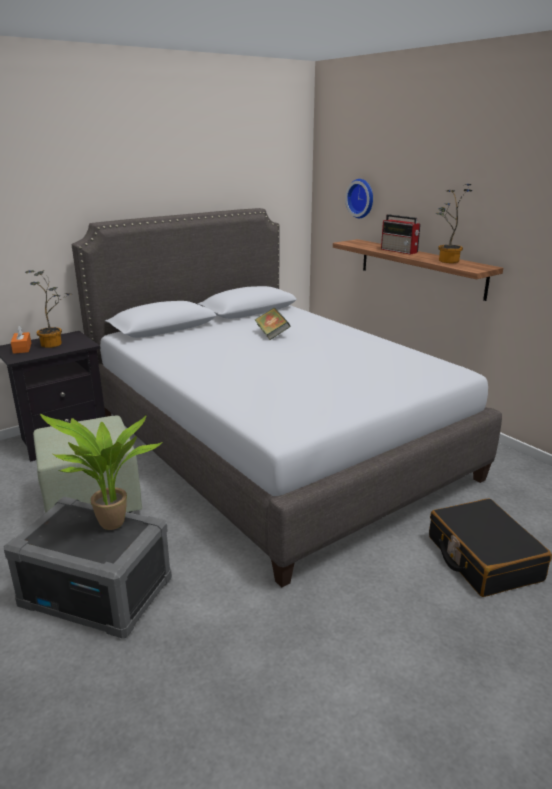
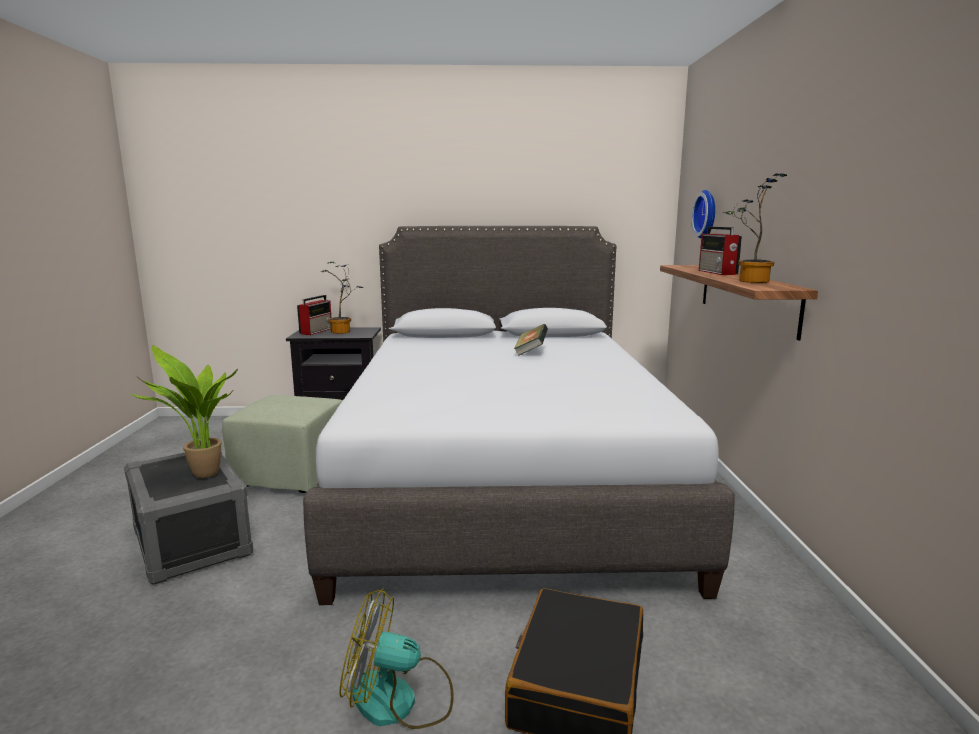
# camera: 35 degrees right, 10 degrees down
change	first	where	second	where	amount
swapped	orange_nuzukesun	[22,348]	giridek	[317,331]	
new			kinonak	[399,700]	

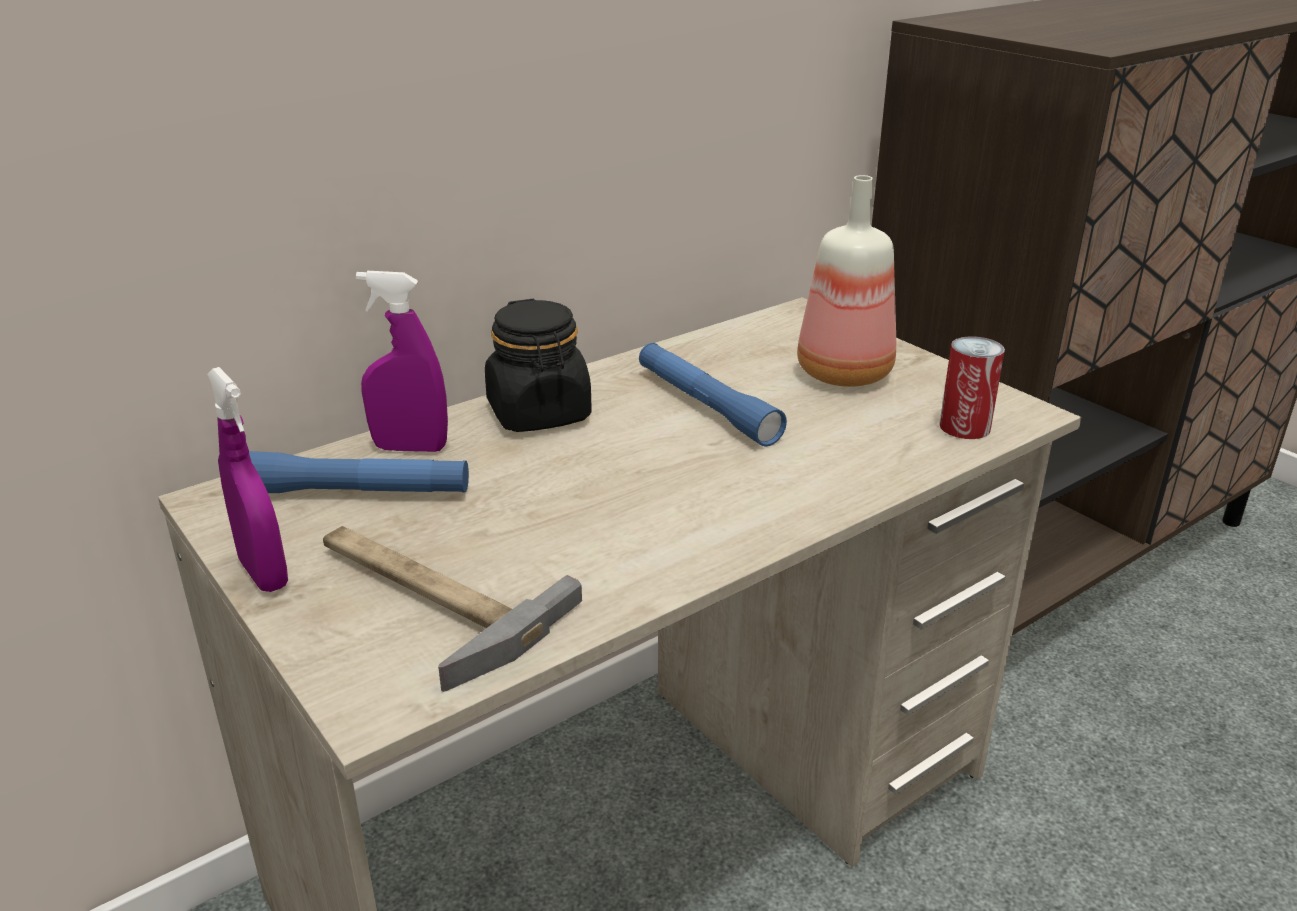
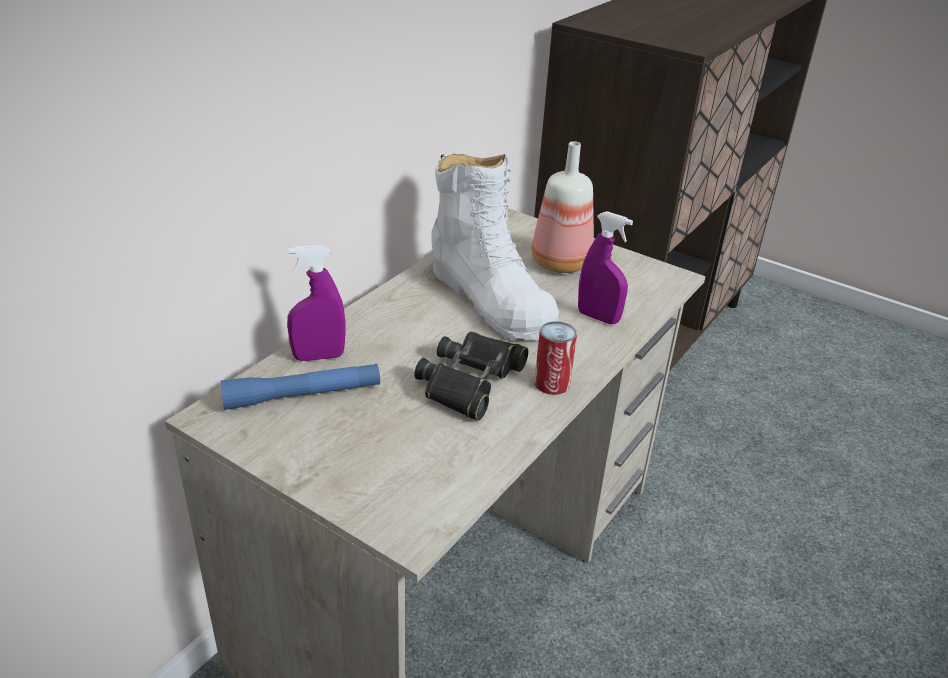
# camera: 20 degrees left, 5 degrees up
change	first	where	second	where	amount
new			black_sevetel	[470,382]	
swapped	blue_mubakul	[706,406]	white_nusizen	[490,298]	
shifted	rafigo	[964,427]		[552,383]	
shifted	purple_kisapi	[264,574]		[598,317]	
gone	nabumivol	[423,597]			
gone	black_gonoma	[539,414]			

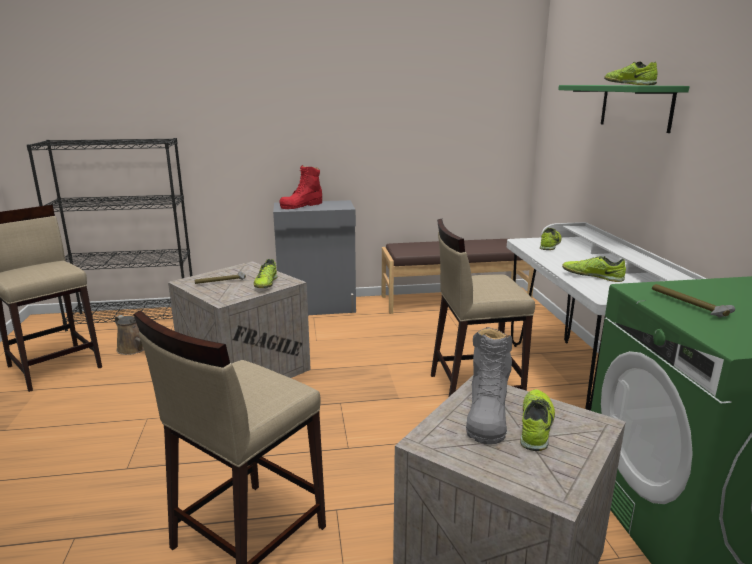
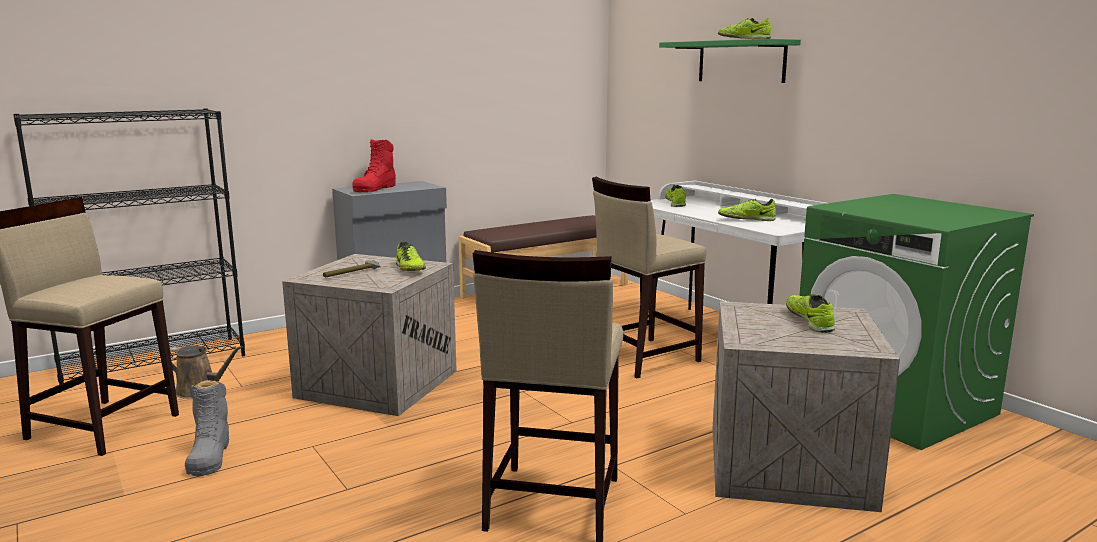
# camera: 25 degrees left, 5 degrees down
change	first	where	second	where	amount
shifted	grey_nusizen	[487,415]		[209,455]	
gone	nabumivol	[687,305]			

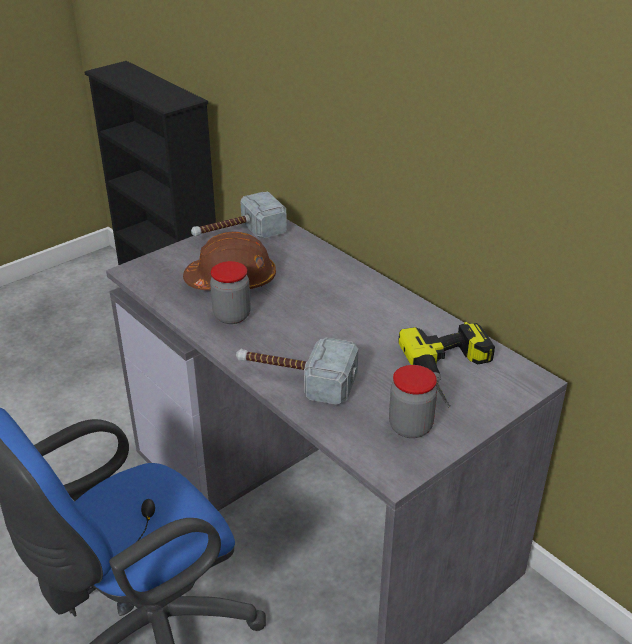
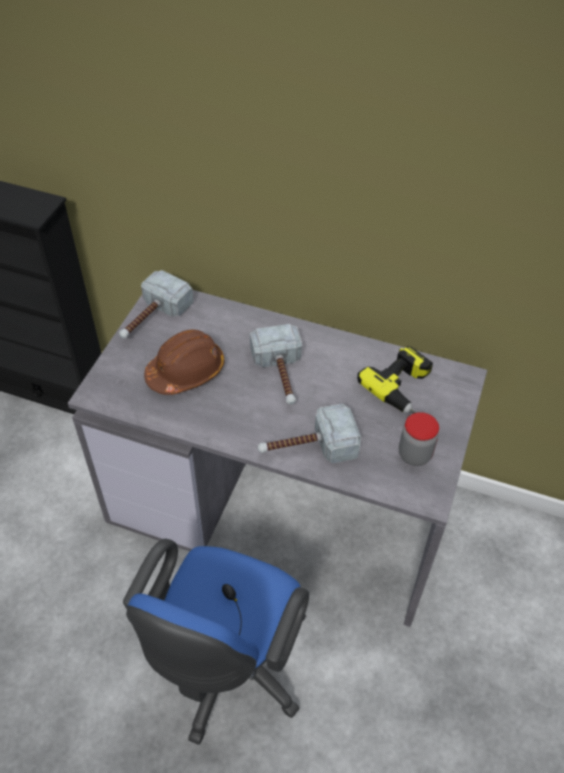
# camera: 30 degrees left, 15 degrees up
change	first	where	second	where	amount
new			nabumivol	[281,375]	
gone	gonoma	[232,316]			

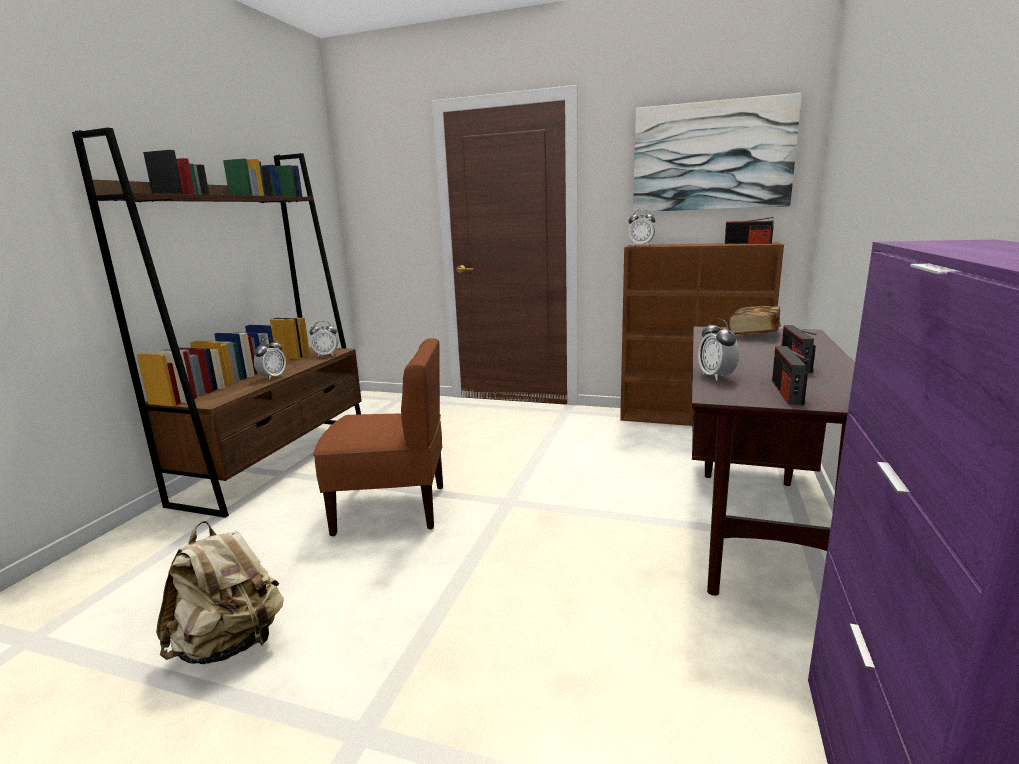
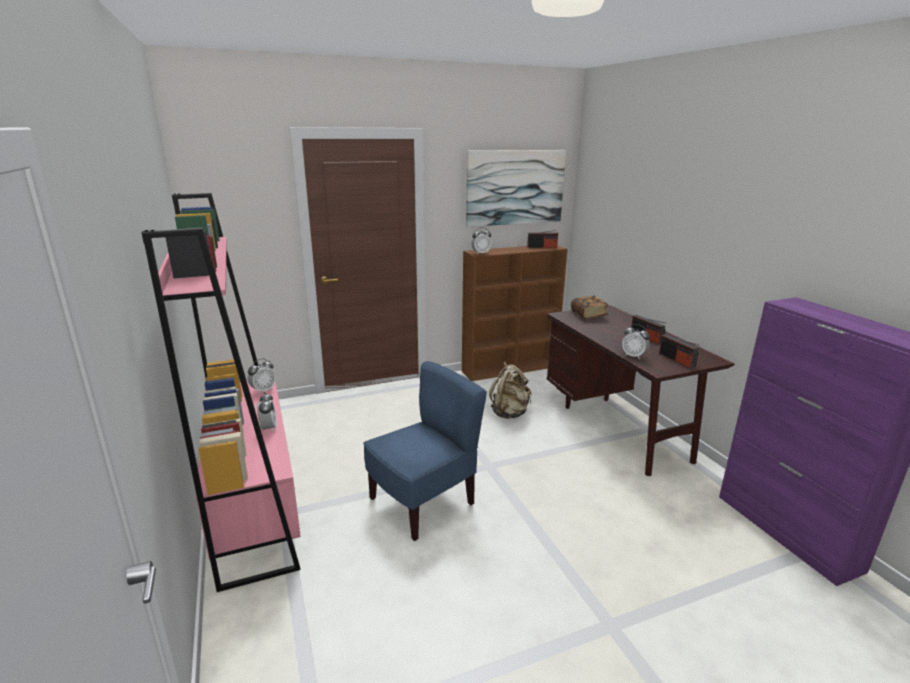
# camera: 40 degrees left, 5 degrees up
change	first	where	second	where	amount
repainted	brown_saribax	[279,460]	pink_saribax	[254,504]	
repainted	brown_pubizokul	[392,508]	blue_pubizokul	[423,502]	
shifted	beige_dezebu	[230,644]		[510,413]	

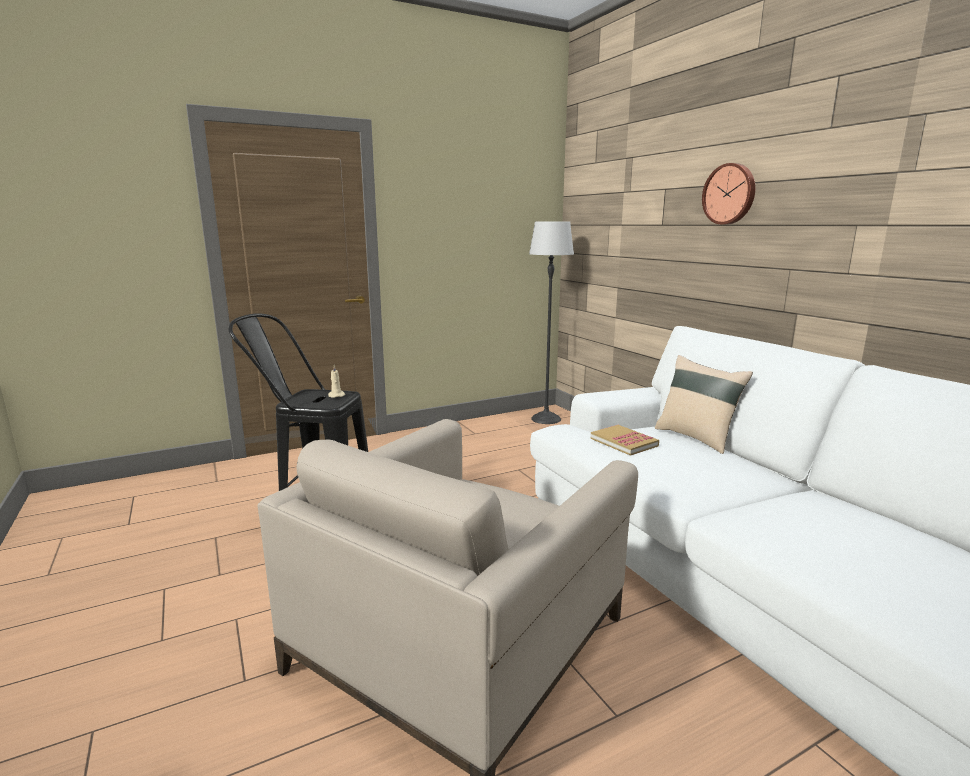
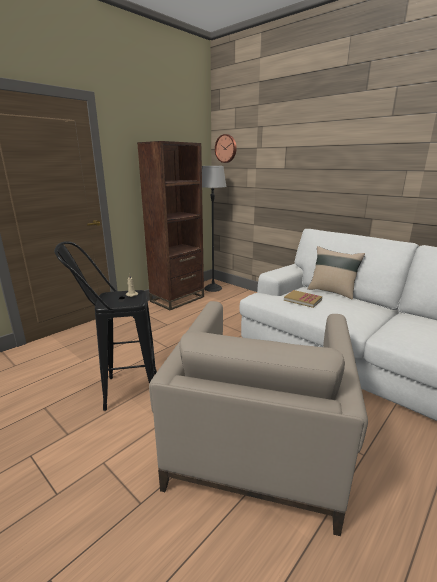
# camera: 20 degrees left, 5 degrees up
change	first	where	second	where	amount
new			brown_saribax	[177,299]	
shifted	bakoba	[730,194]		[226,148]	

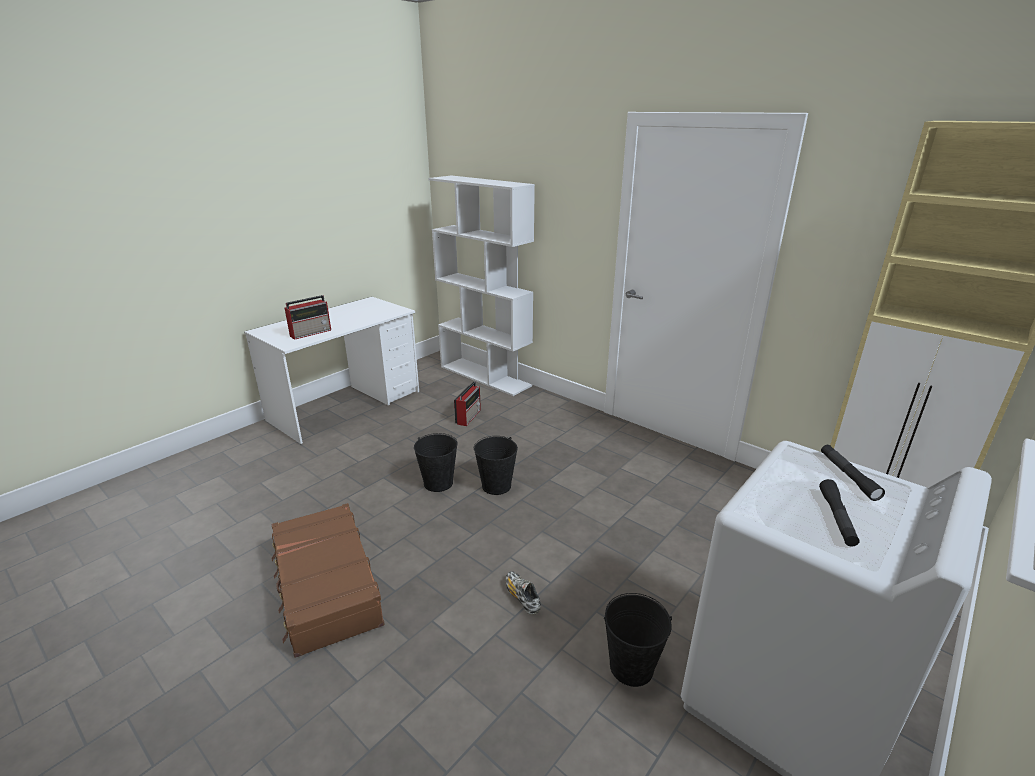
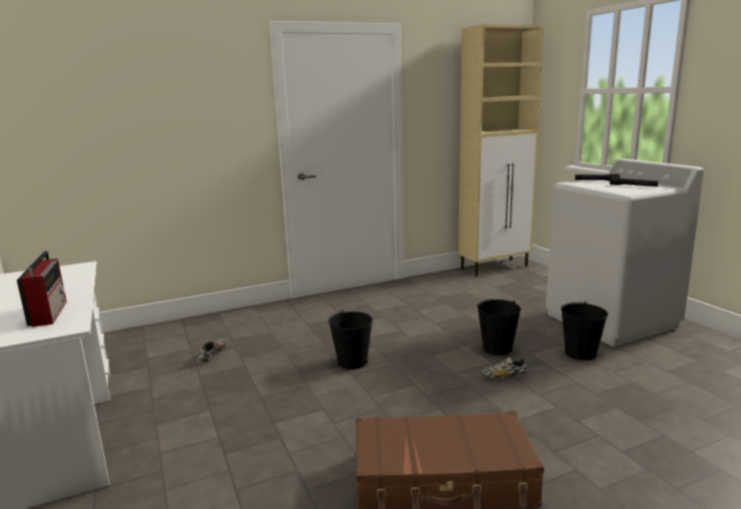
# camera: 65 degrees left, 10 degrees down
change	first	where	second	where	amount
swapped	giridek	[468,416]	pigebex	[213,355]	
shifted	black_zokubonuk	[438,483]		[497,348]	
gone	white_saribax	[485,376]			

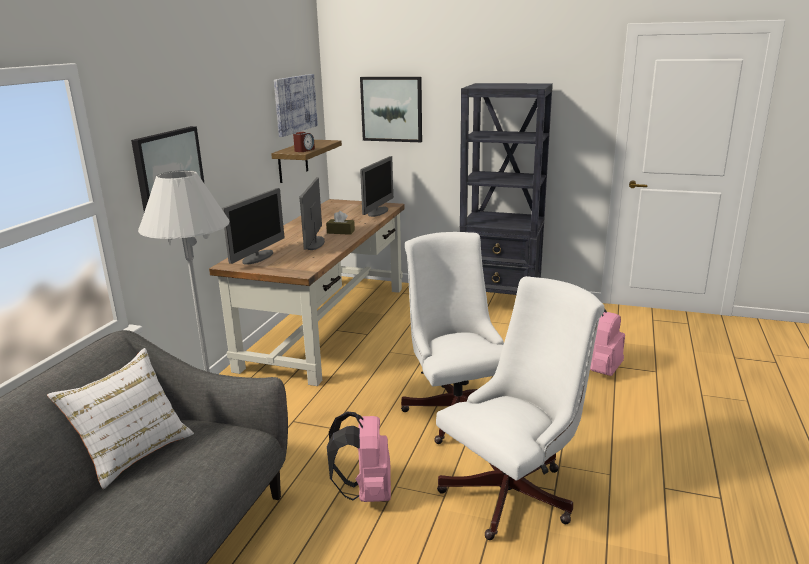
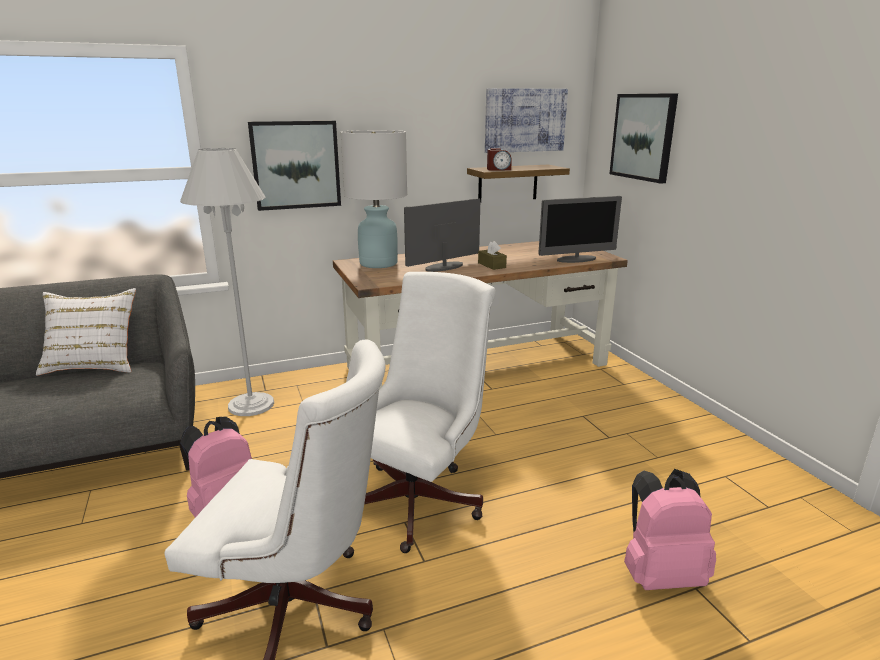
# camera: 50 degrees right, 0 degrees up
change	first	where	second	where	amount
swapped	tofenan	[258,257]	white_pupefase	[378,263]	
gone	black_saribax	[500,305]			

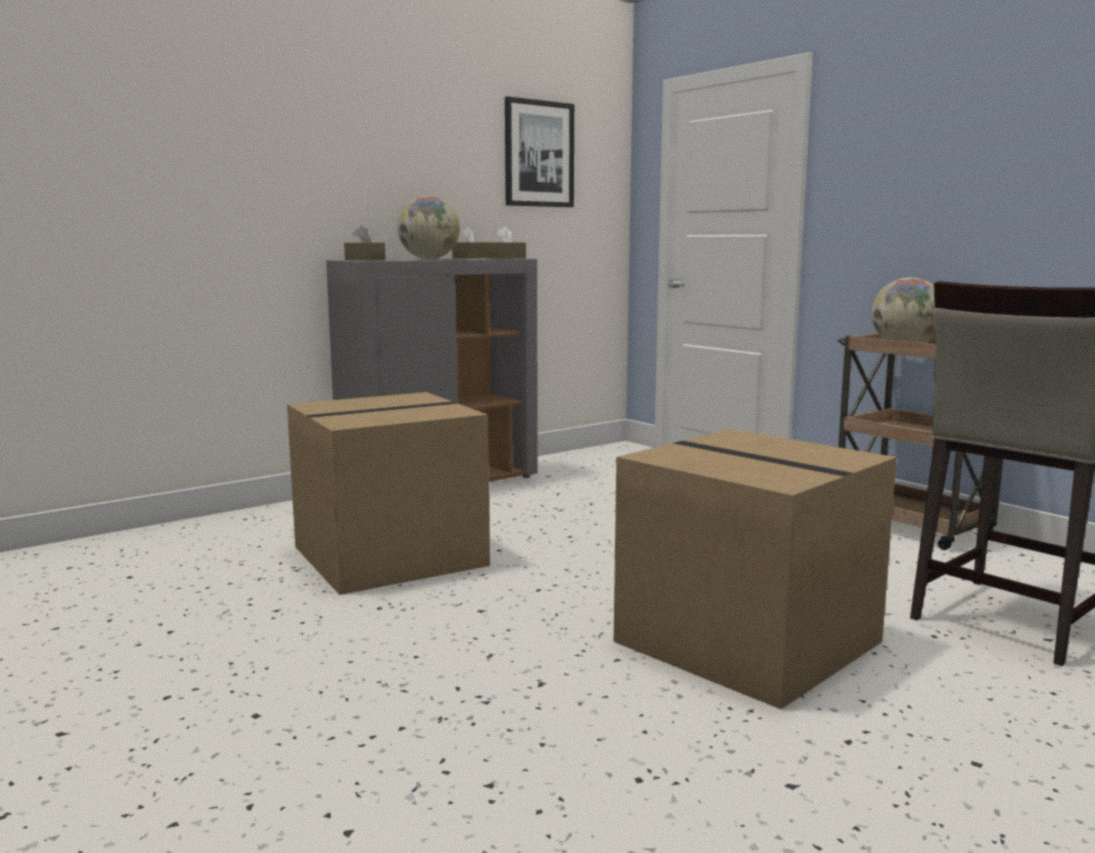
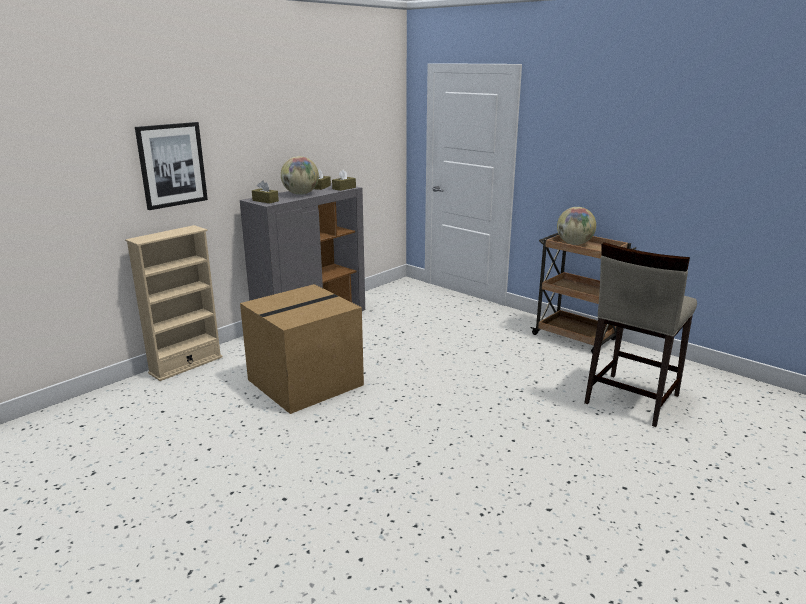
# camera: 10 degrees left, 10 degrees up
change	first	where	second	where	amount
new			beige_saribax	[186,365]	
shifted	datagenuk	[538,154]		[172,165]	
gone	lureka	[752,641]			

